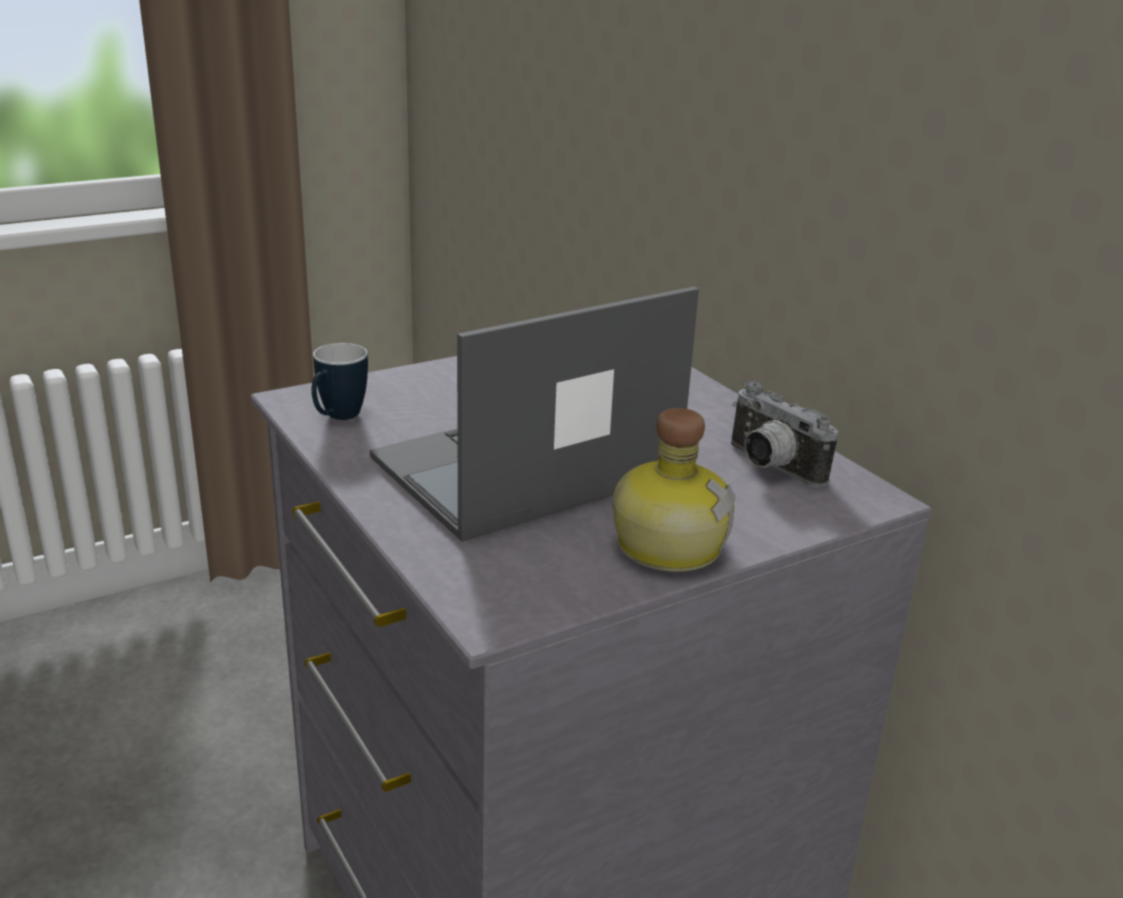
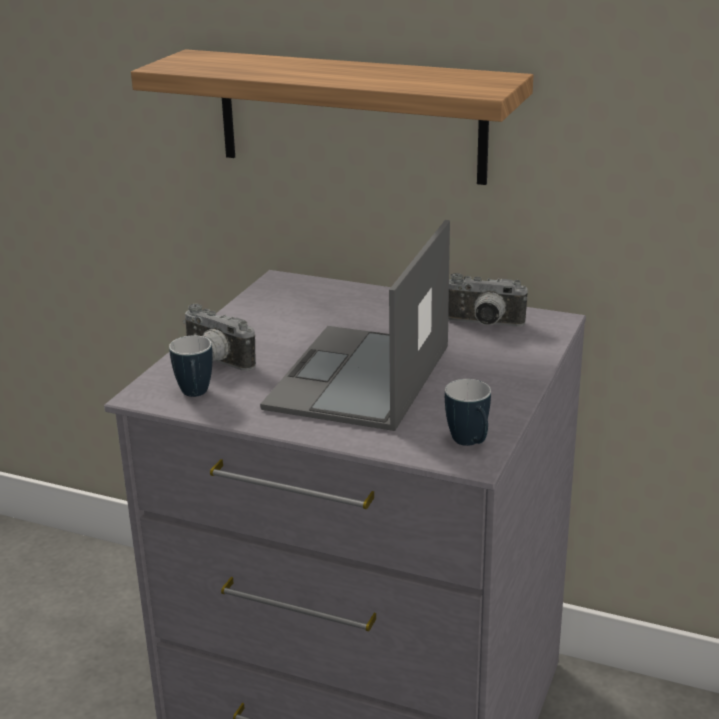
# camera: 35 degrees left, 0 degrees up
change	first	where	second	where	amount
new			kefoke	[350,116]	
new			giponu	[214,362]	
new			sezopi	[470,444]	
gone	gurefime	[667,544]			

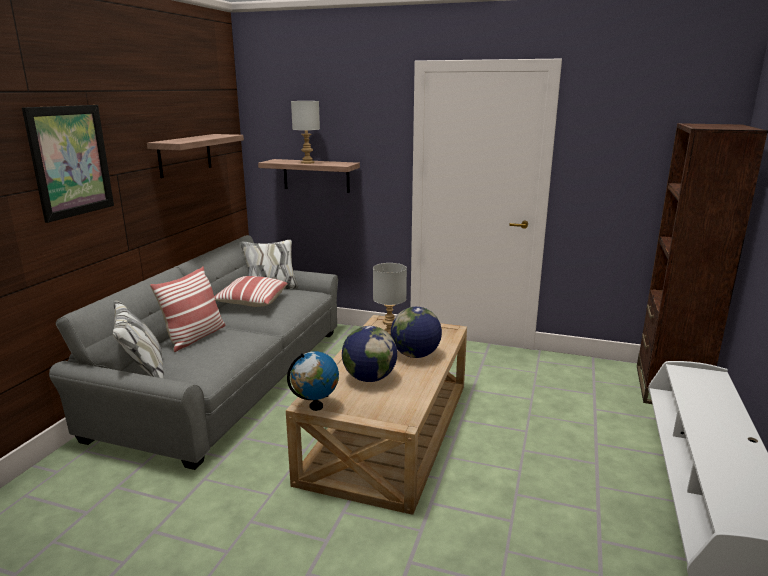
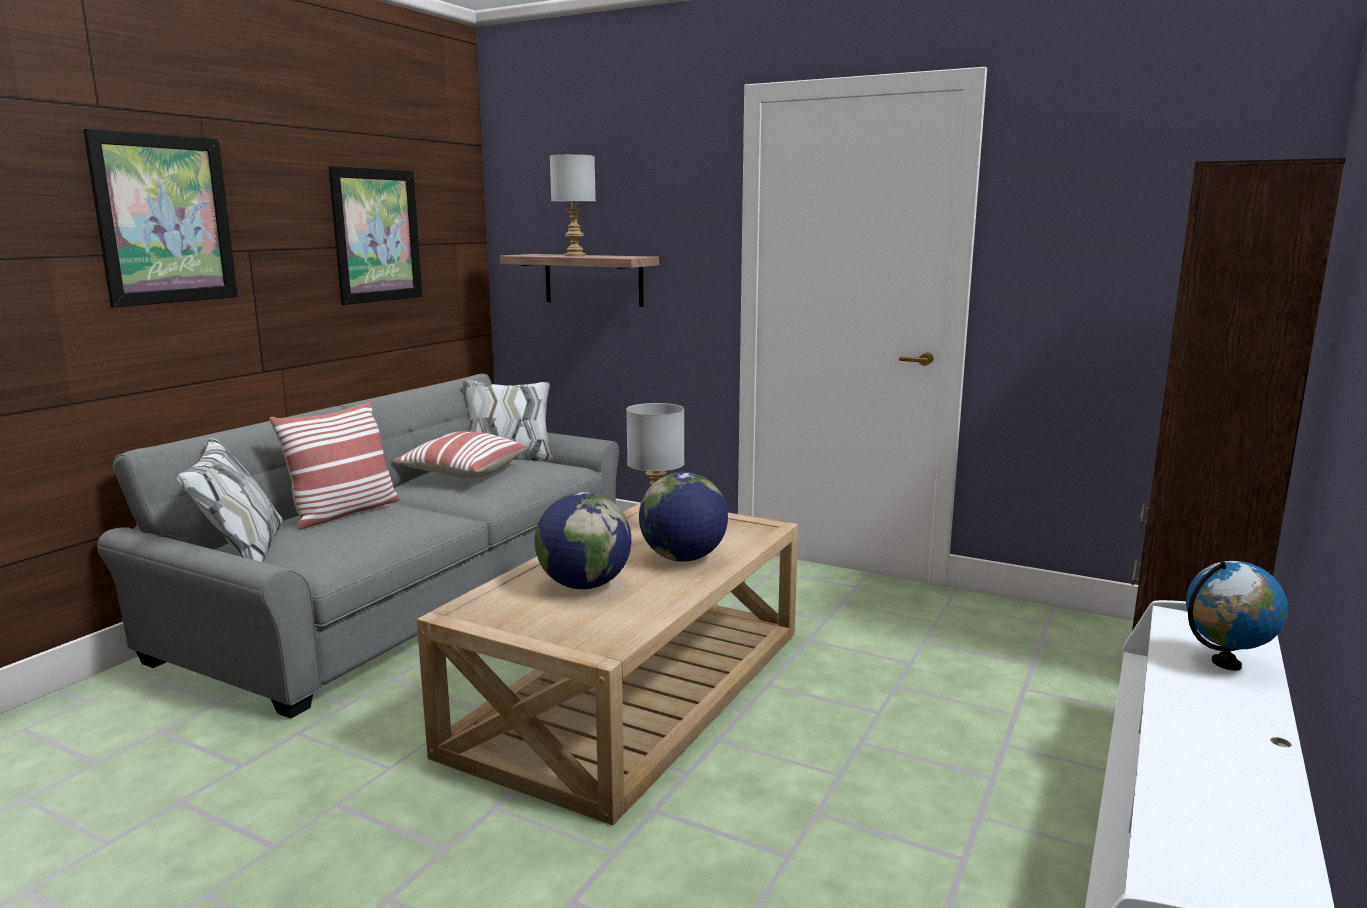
# camera: 10 degrees right, 5 degrees down
change	first	where	second	where	amount
swapped	kefoke	[185,155]	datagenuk	[377,235]	
shifted	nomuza	[316,406]		[1226,664]	

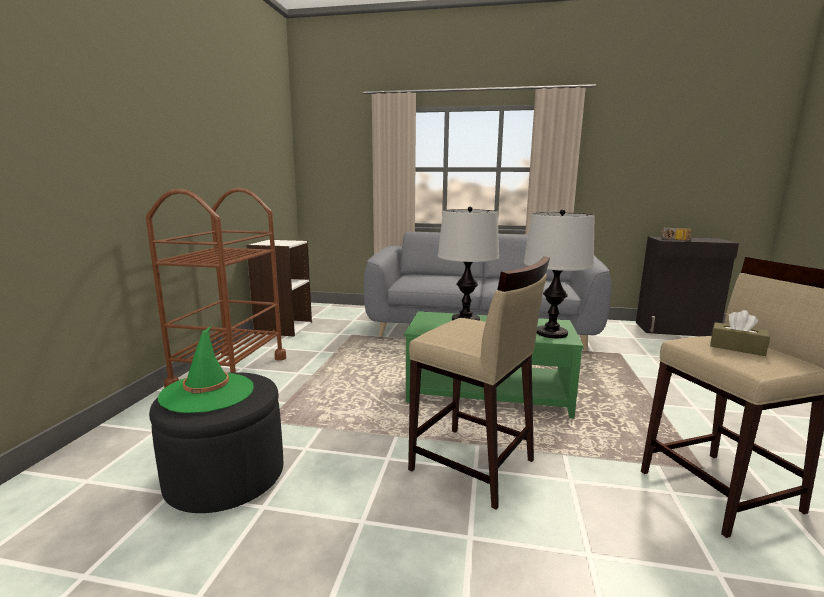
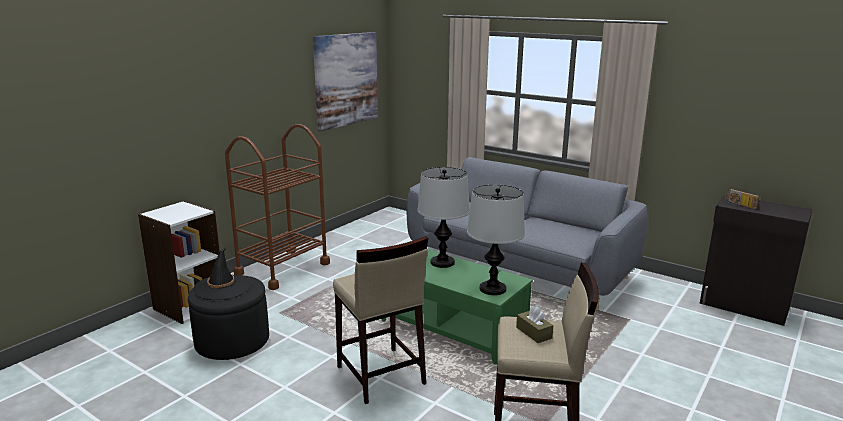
# camera: 25 degrees right, 5 degrees up
change	first	where	second	where	amount
shifted	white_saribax	[283,328]		[189,306]	
repainted	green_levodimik	[208,393]	black_levodimik	[222,288]	
new			datagenuk	[346,80]	

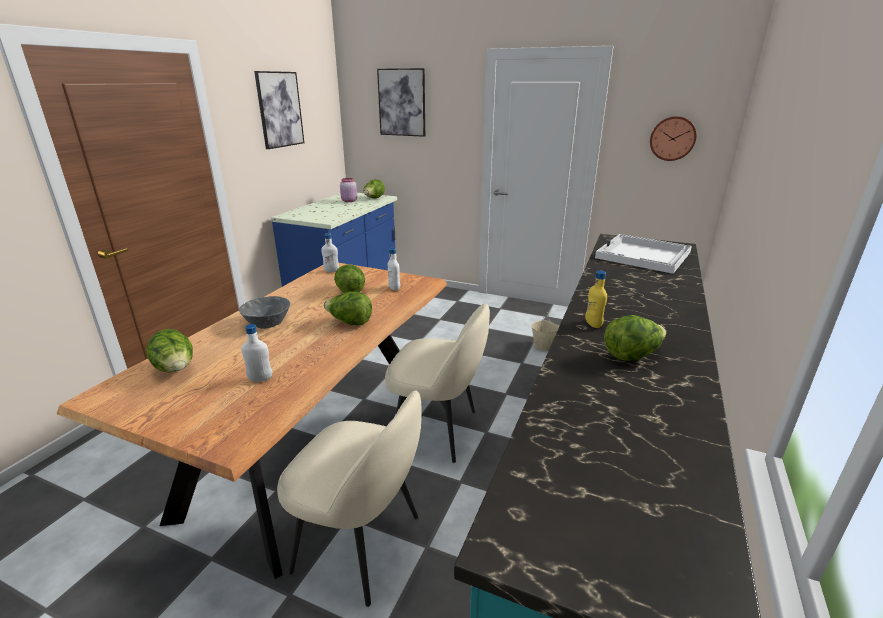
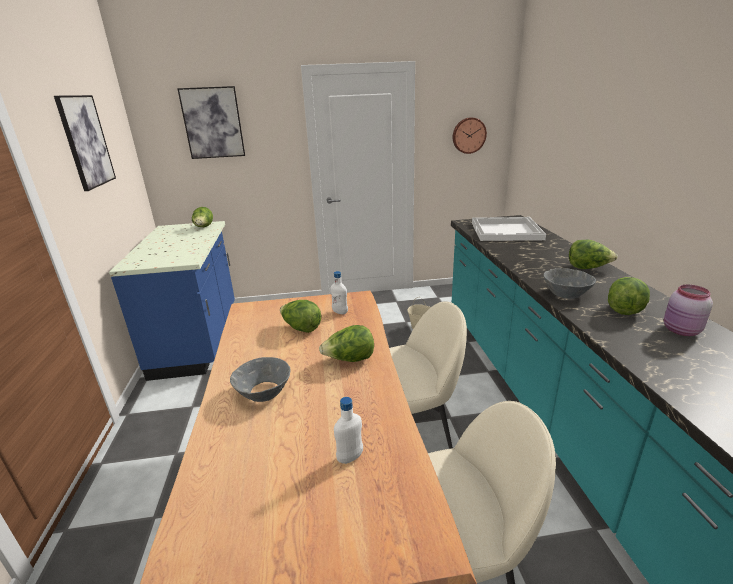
# camera: 30 degrees left, 0 degrees up
change	first	where	second	where	amount
swapped	yellow_gurefime	[593,324]	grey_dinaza	[566,294]	
shifted	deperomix	[176,370]		[588,268]	
shifted	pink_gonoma	[348,201]		[681,331]	
gone	white_gurefime	[331,271]			

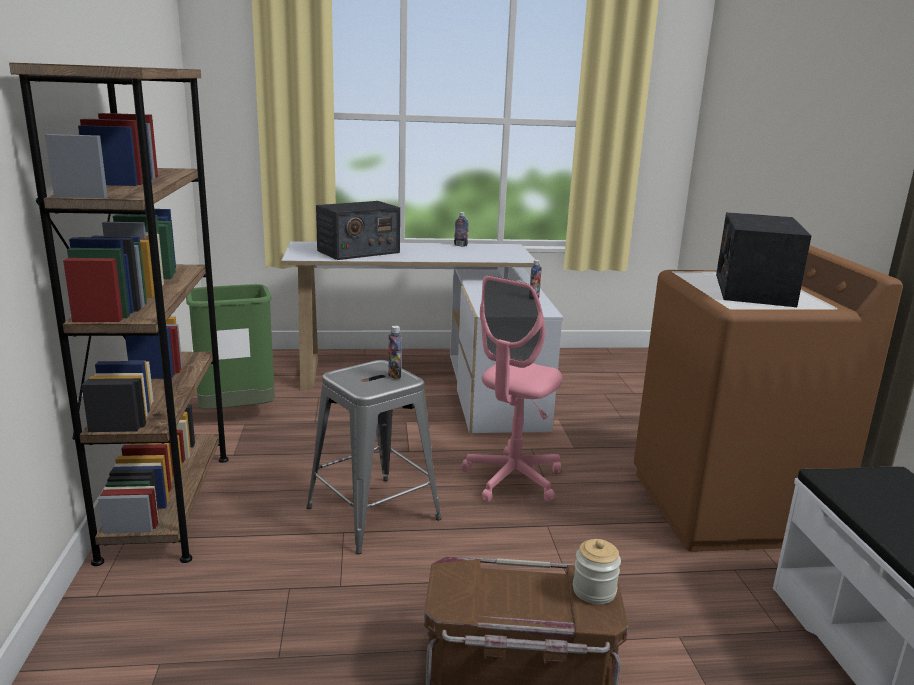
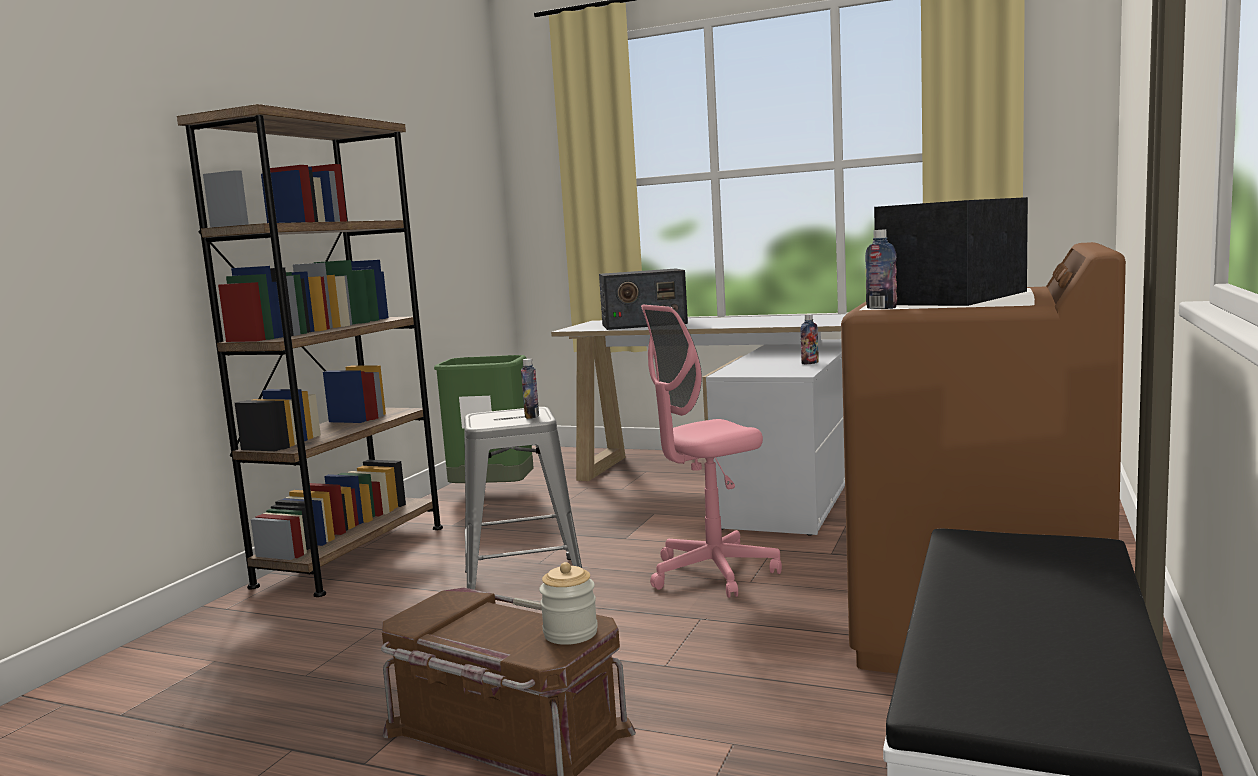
# camera: 30 degrees right, 10 degrees down
change	first	where	second	where	amount
shifted	gurefime	[460,245]		[881,308]	

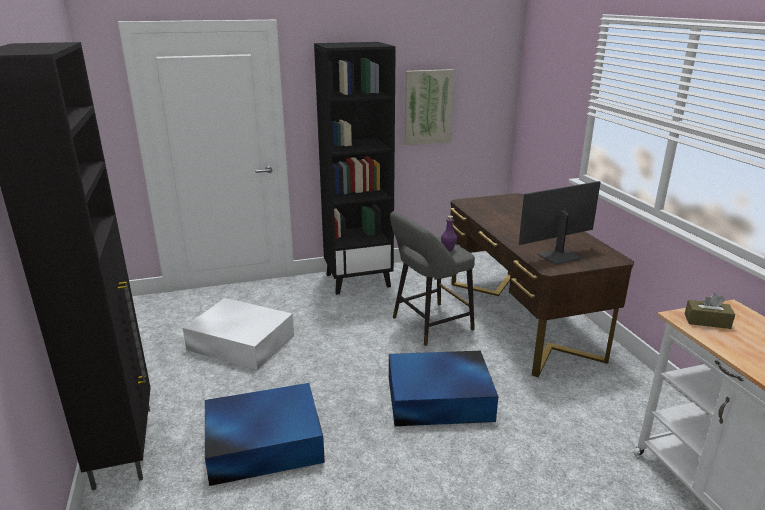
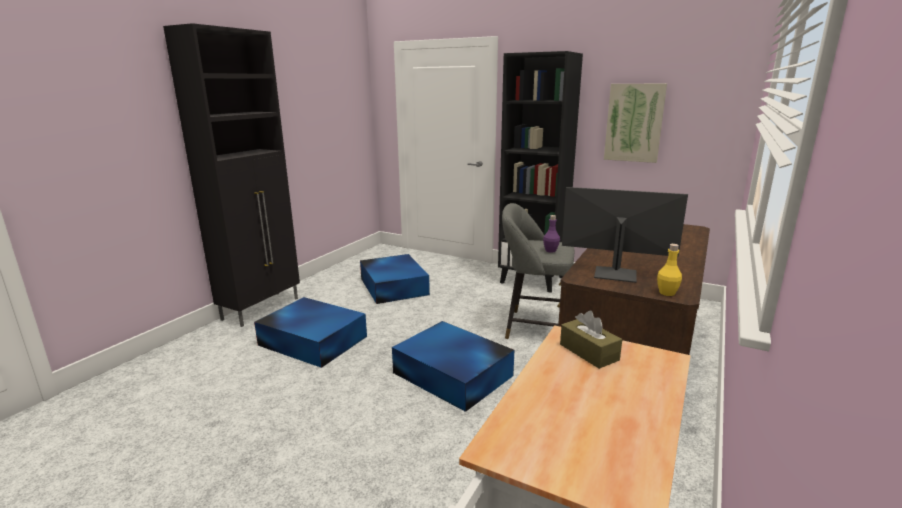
# camera: 45 degrees right, 5 degrees down
change	first	where	second	where	amount
repainted	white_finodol	[240,342]	blue_finodol	[394,286]	
new			yellow_gurefime	[667,293]	

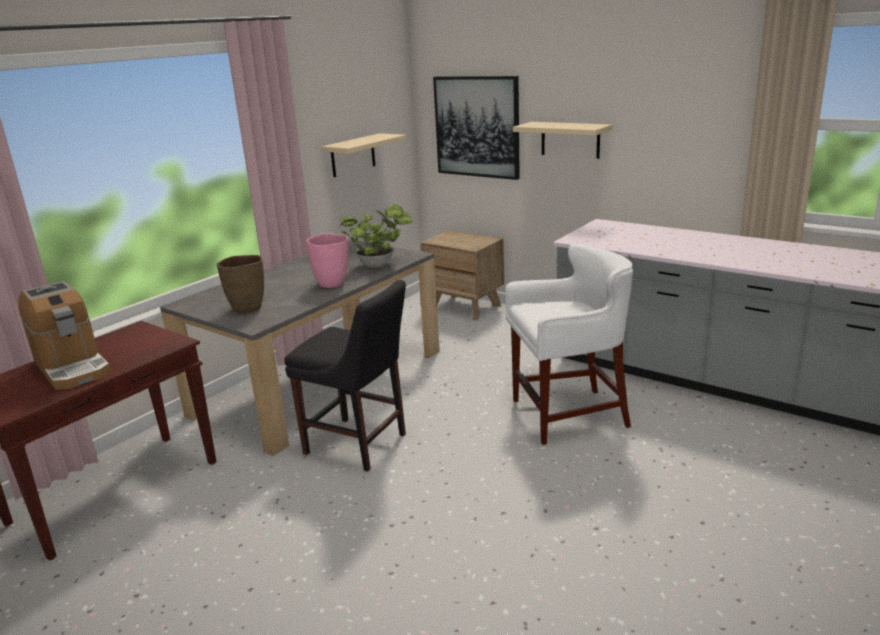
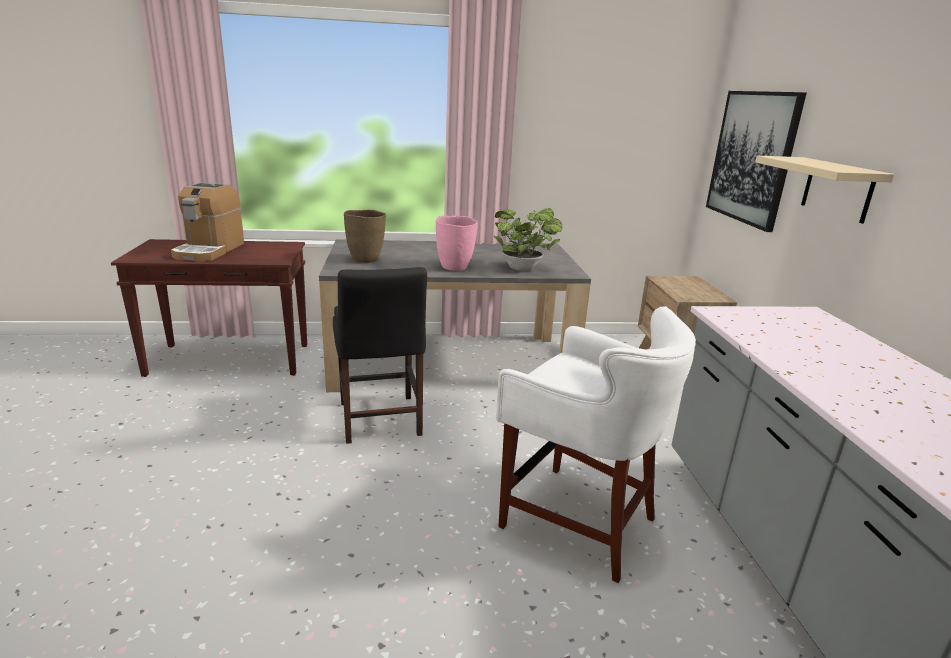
# camera: 45 degrees right, 0 degrees up
change	first	where	second	where	amount
gone	beige_kefoke	[353,155]			

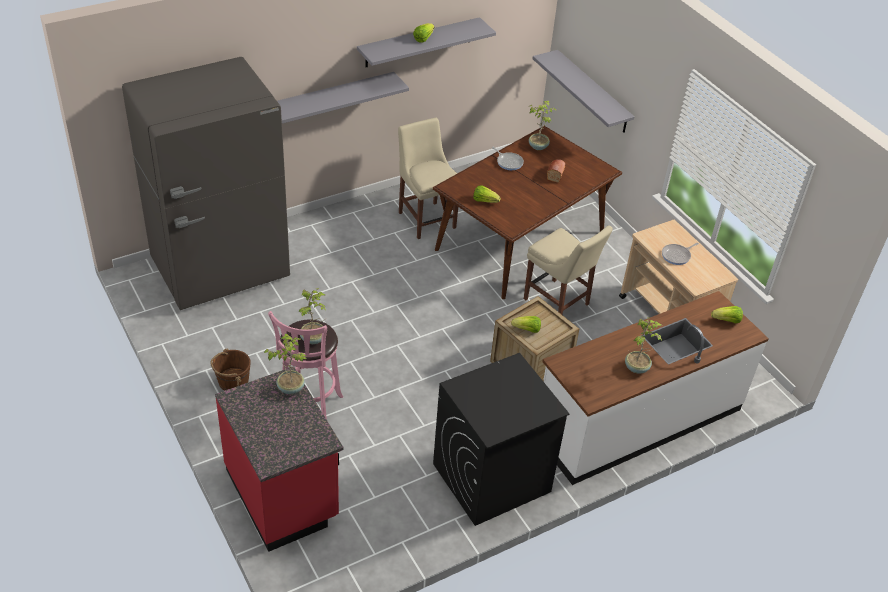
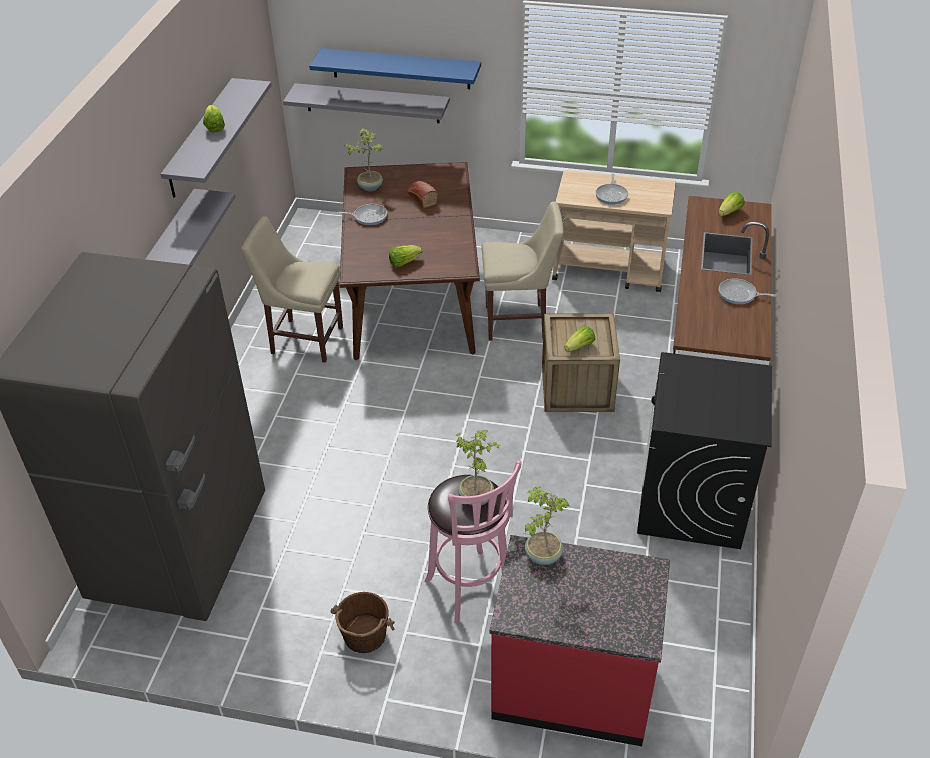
# camera: 45 degrees left, 0 degrees up
change	first	where	second	where	amount
new			blue_kefoke	[401,68]	
swapped	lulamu	[637,367]	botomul	[739,294]	

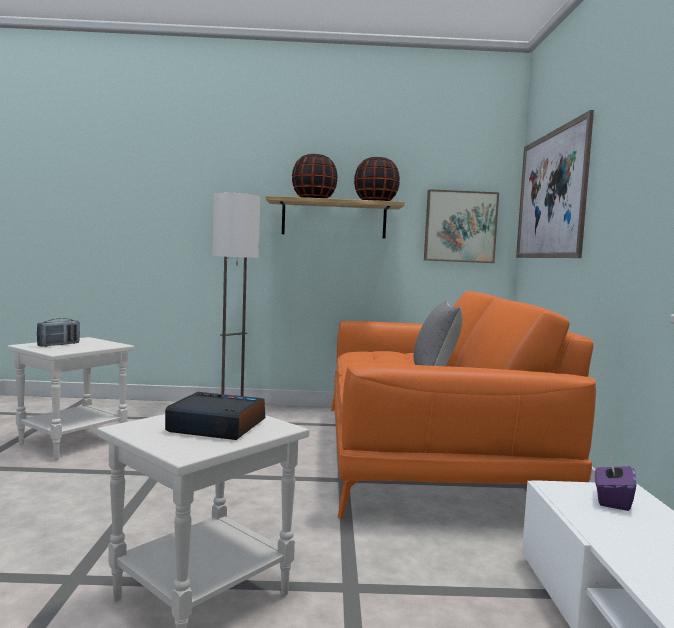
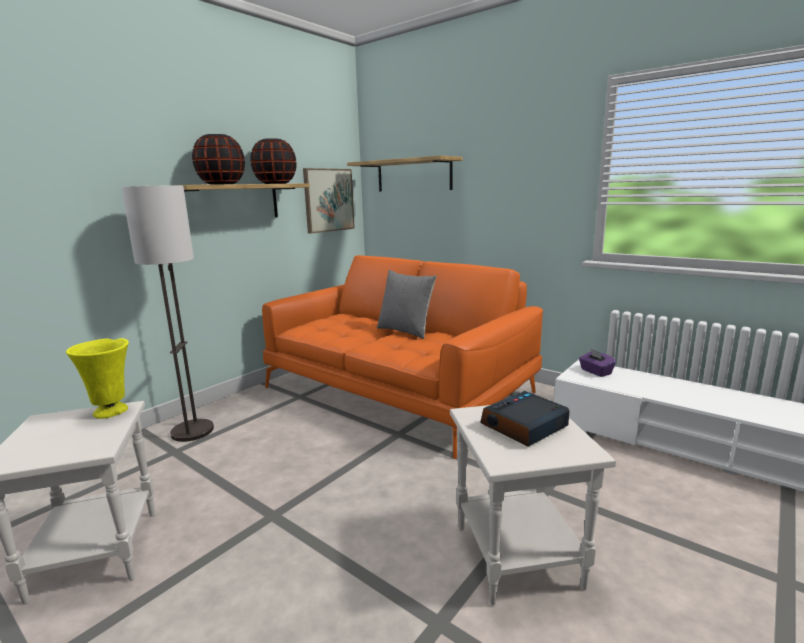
# camera: 50 degrees left, 10 degrees up
change	first	where	second	where	amount
new			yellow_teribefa	[112,412]	
swapped	datagenuk	[550,195]	kefoke	[413,175]	
gone	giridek	[59,345]			

